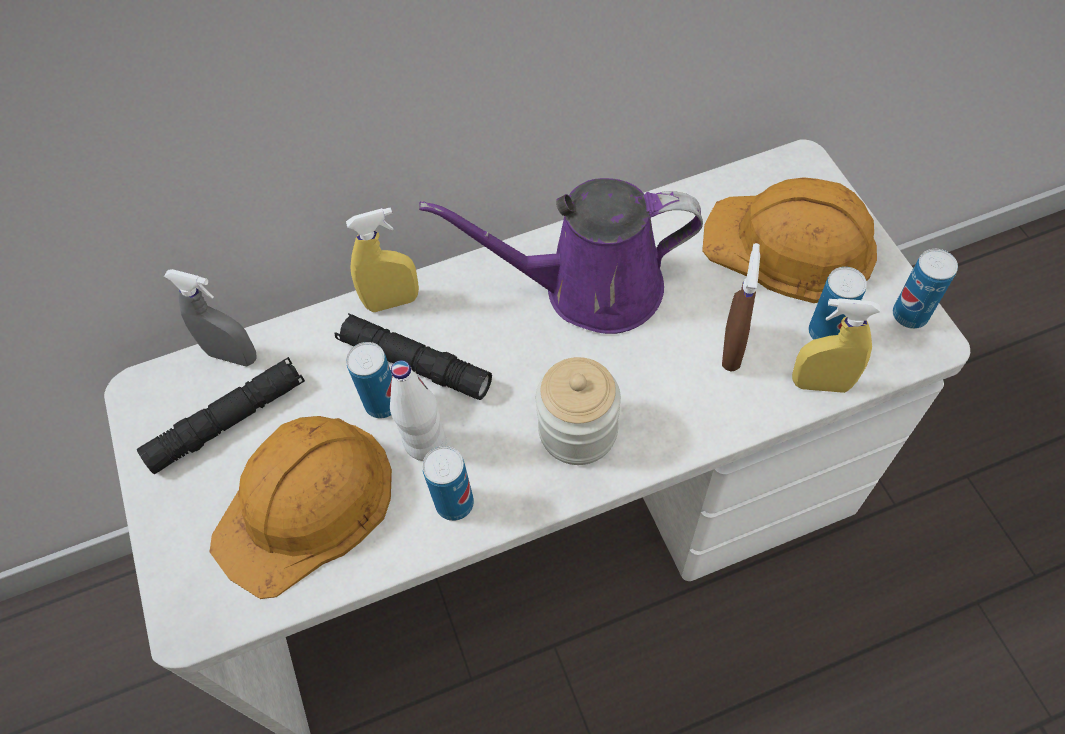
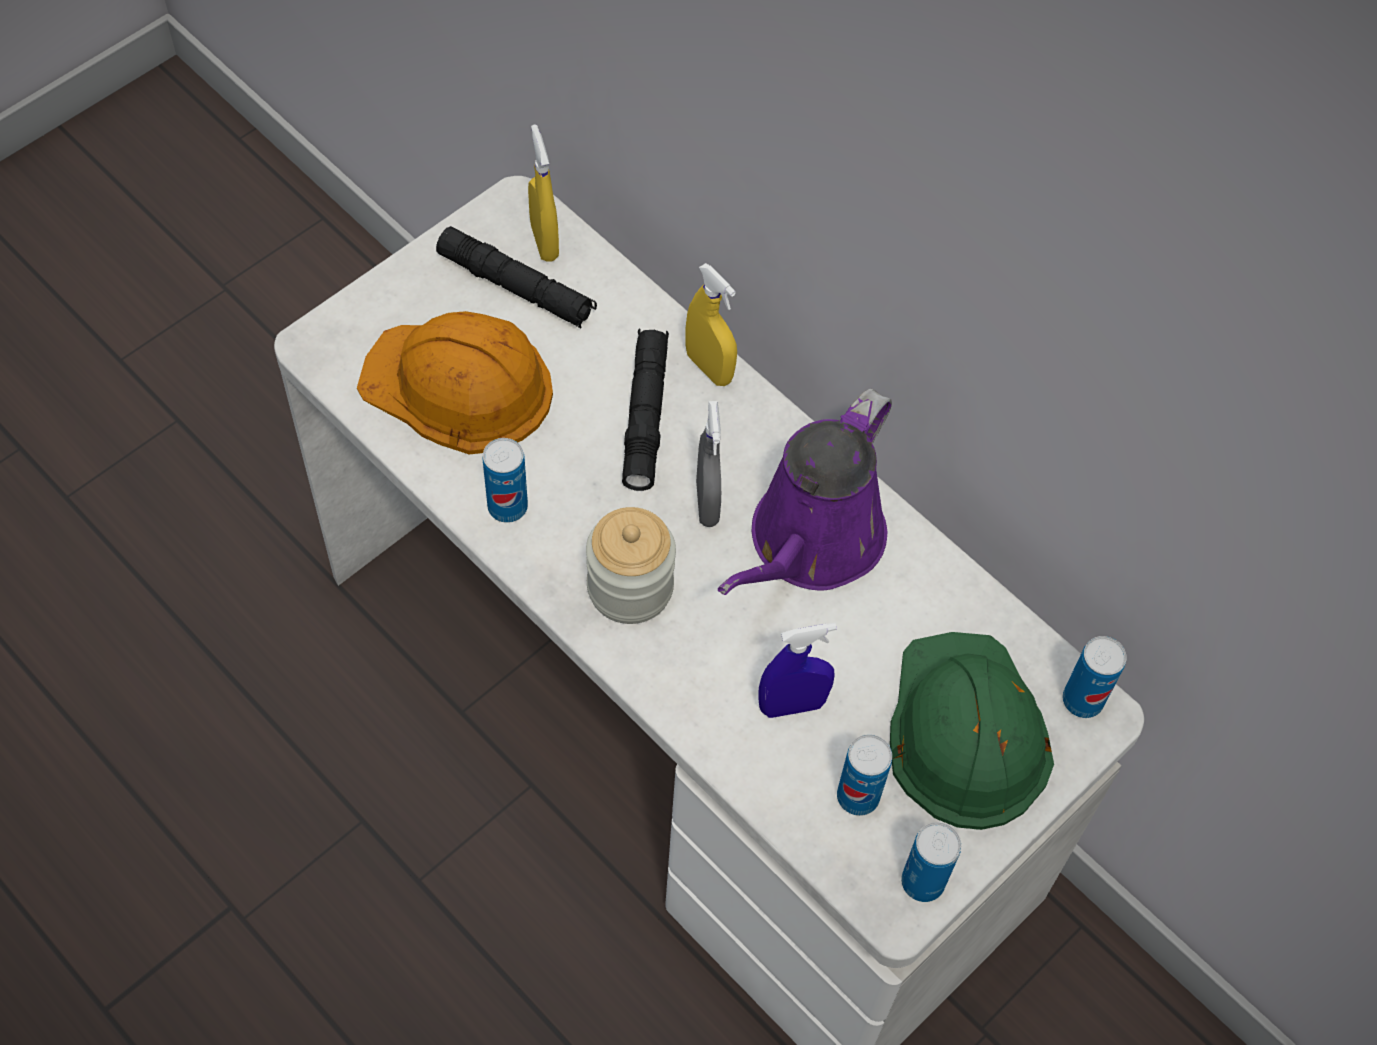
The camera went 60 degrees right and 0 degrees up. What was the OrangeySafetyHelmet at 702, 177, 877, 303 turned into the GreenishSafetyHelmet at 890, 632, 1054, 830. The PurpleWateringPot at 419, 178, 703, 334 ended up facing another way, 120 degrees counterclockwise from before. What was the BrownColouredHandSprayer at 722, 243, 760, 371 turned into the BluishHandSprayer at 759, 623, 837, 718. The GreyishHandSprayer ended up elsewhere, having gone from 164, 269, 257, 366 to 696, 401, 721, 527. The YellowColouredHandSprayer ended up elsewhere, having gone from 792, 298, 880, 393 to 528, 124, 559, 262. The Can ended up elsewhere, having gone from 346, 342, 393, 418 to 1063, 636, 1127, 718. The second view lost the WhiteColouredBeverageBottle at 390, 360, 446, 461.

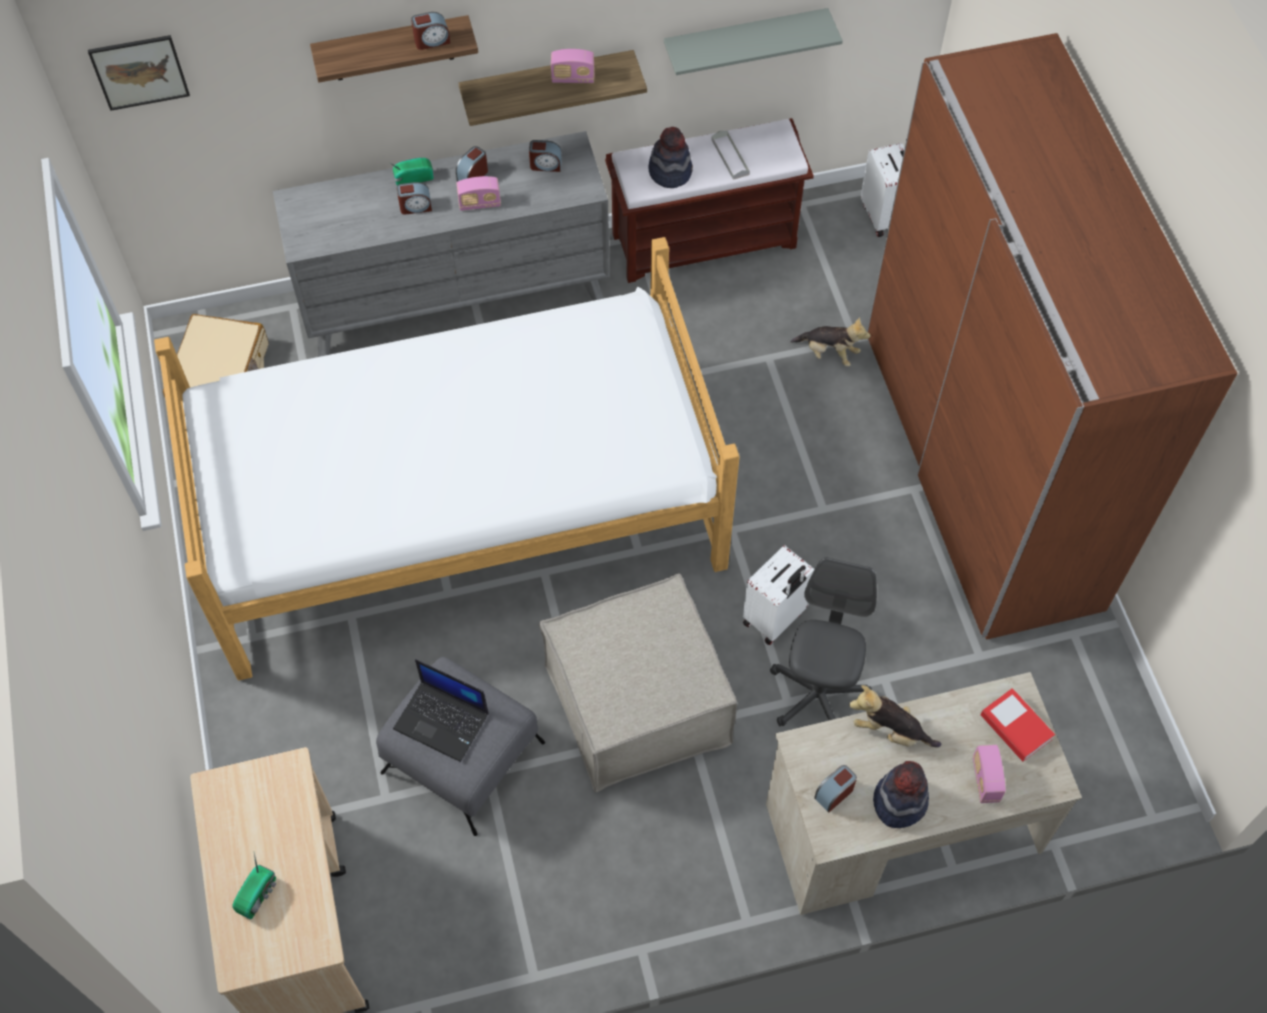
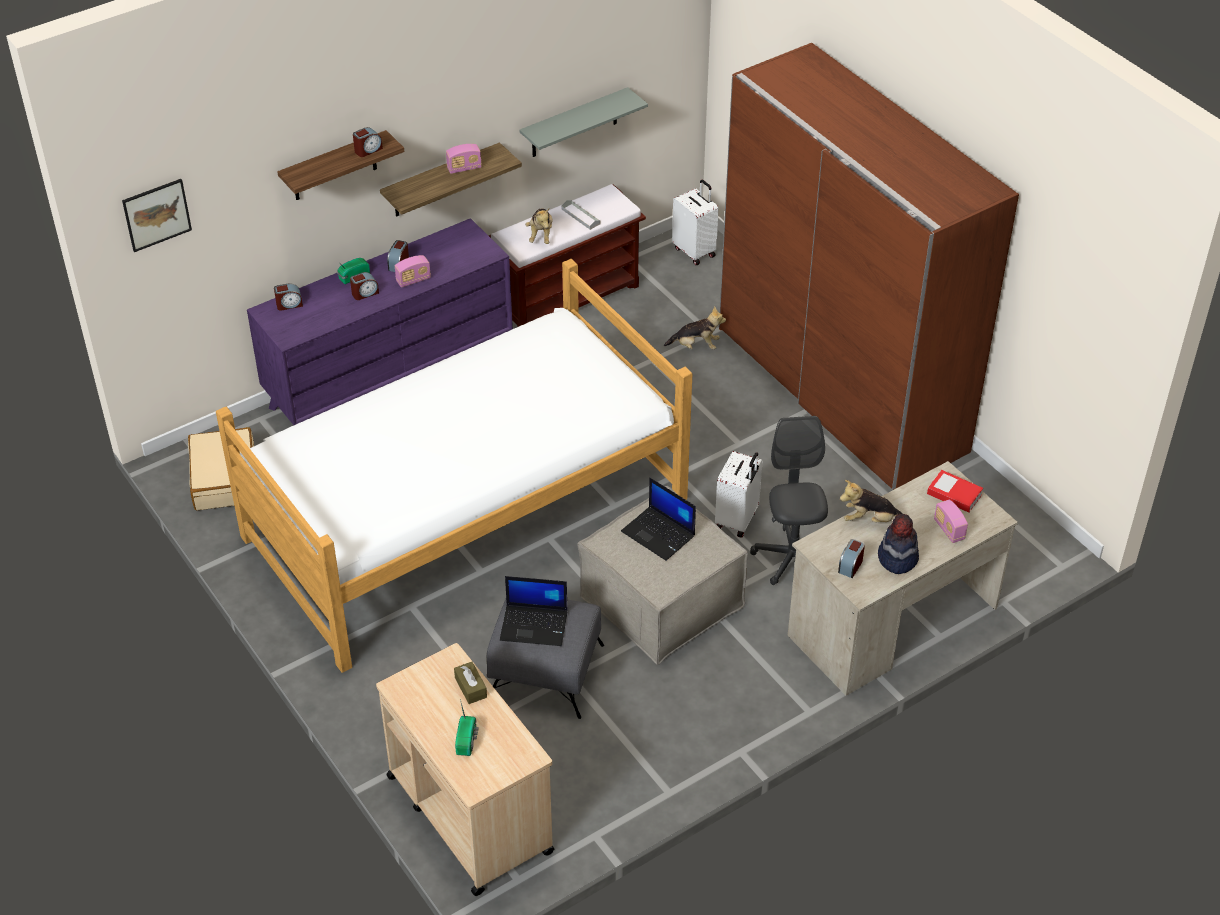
The camera went 20 degrees left and 15 degrees down. Where the ClothingHat stood at 648, 127, 693, 188, the PlushToy came to stand at 525, 208, 552, 244. What was the GreyishChestOfDrawers at 273, 131, 610, 357 turned into the PurpleChestOfDrawers at 247, 218, 513, 425. The TableClock ended up elsewhere, having gone from 529, 140, 562, 172 to 274, 283, 303, 311. The second view gained the Laptop at 621, 478, 696, 561. The second view gained the BrownColouredTissueBox at 454, 662, 487, 704.

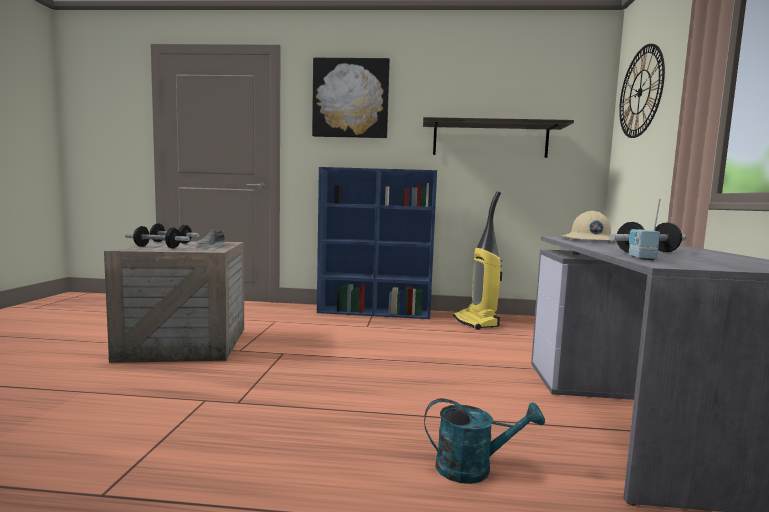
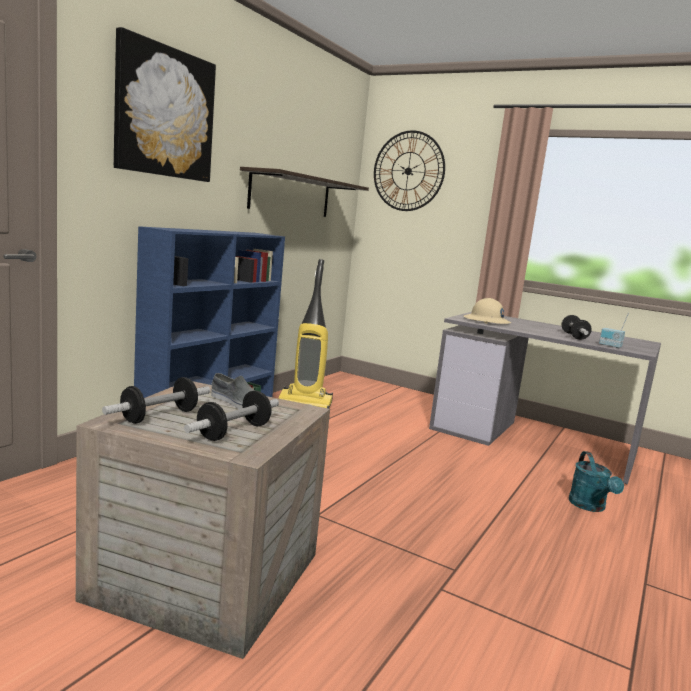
The camera went 65 degrees left and 5 degrees up. The TurquoiseWateringPot at 424, 398, 545, 484 ended up facing another way, 150 degrees clockwise from before.

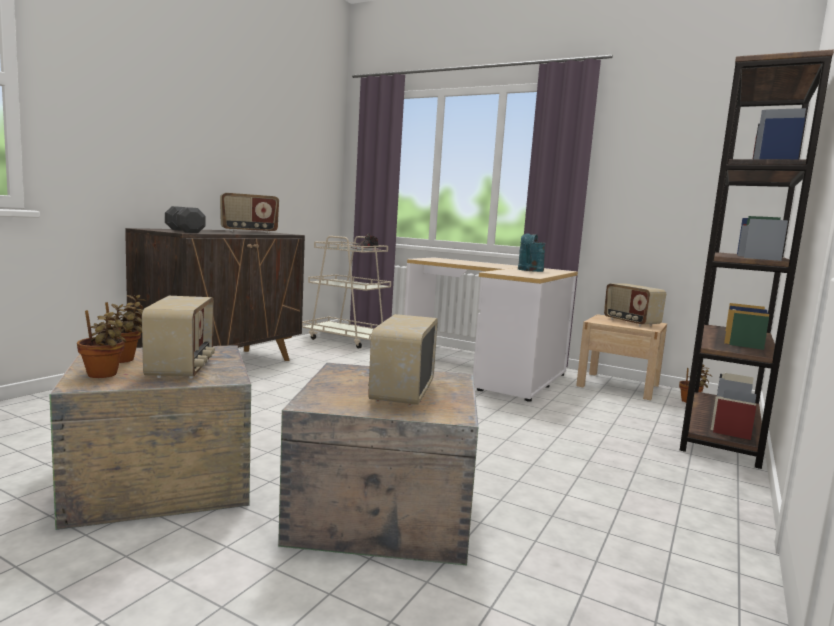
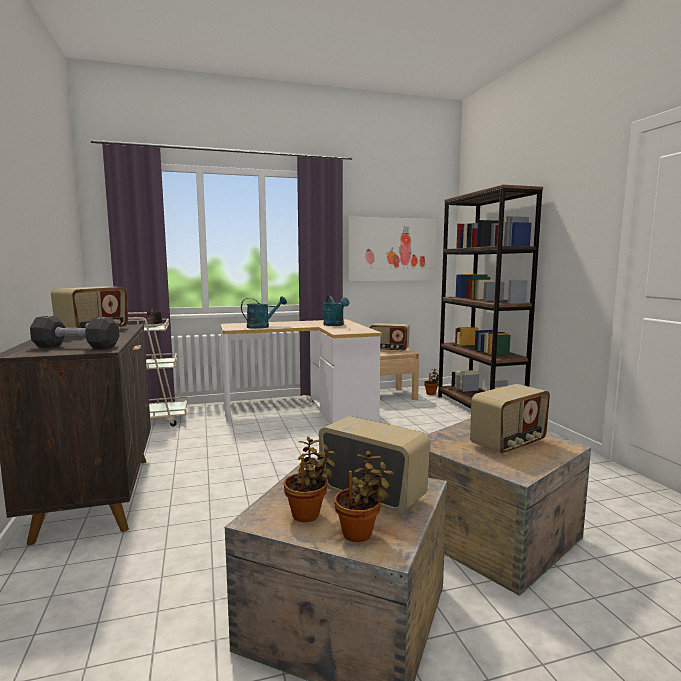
The camera went 45 degrees left and 0 degrees up. The RadioReceiver at 368, 314, 438, 407 ended up facing another way, 90 degrees counterclockwise from before. The second view gained the WallPicture at 348, 216, 436, 281. The second view gained the TurquoiseWateringPot at 241, 296, 287, 329.

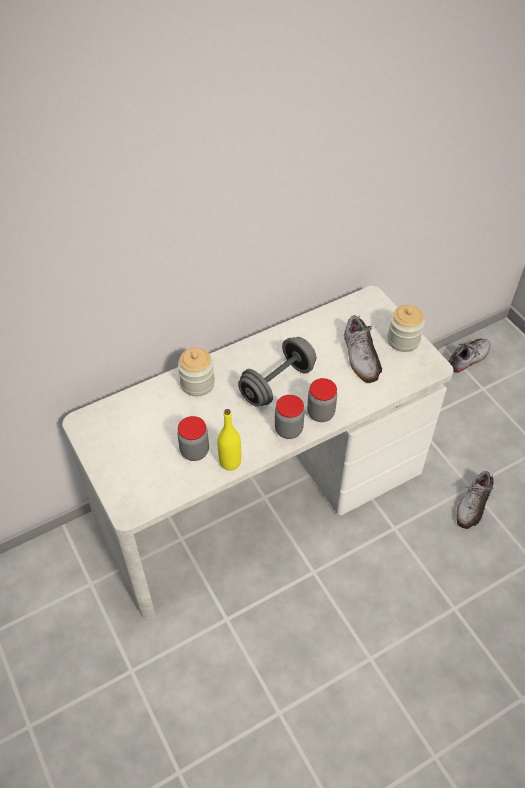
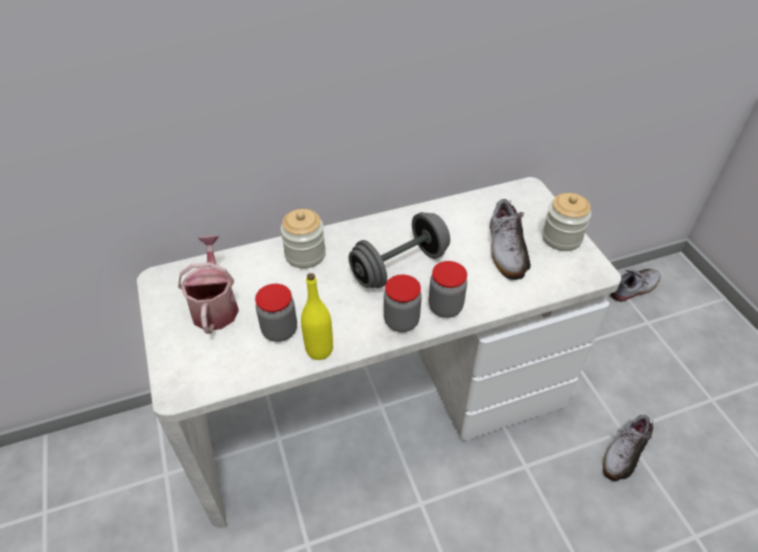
The camera went 10 degrees right and 5 degrees down. The second view gained the WateringPot at 178, 236, 239, 334.

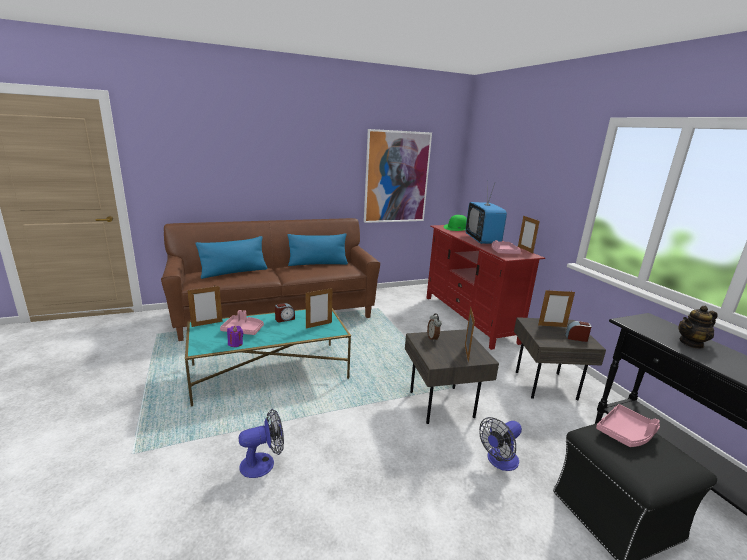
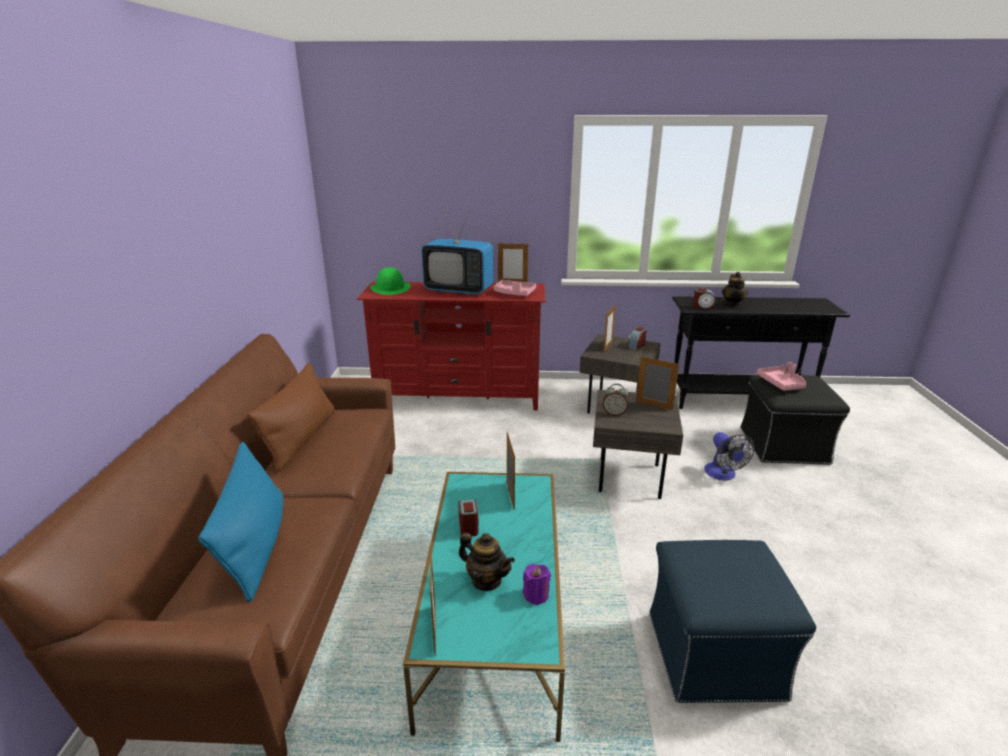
The camera went 65 degrees left and 5 degrees up. The second view lost the WallPicture at 364, 129, 432, 223. What was the BluishThrowPillow at 287, 233, 348, 266 turned into the BrownColouredThrowPillow at 247, 362, 335, 472. Where the PinkCarryingTray stood at 220, 310, 264, 335, the Teapot came to stand at 459, 533, 515, 591. Where the ElectricFan stood at 239, 409, 284, 478, the BluishFootrest came to stand at 649, 540, 816, 703. The second view gained the TableClock at 693, 288, 715, 309.

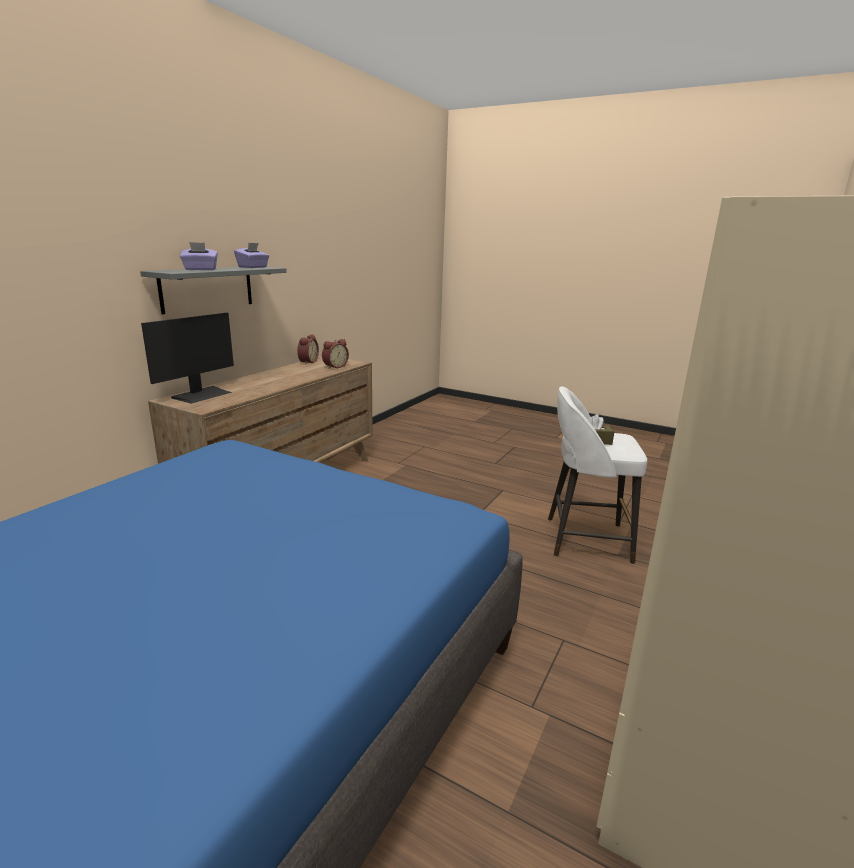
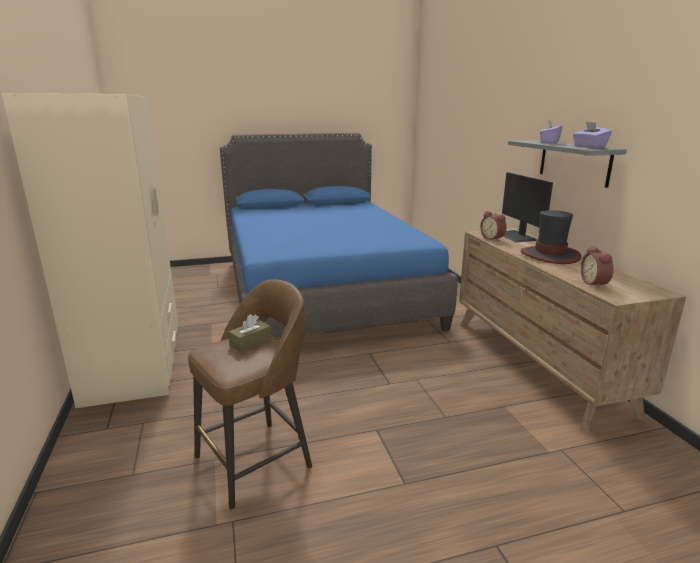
The camera went 135 degrees right and 0 degrees up. The TableClock ended up elsewhere, having gone from 297, 334, 319, 364 to 480, 211, 507, 241. What was the WhiteColouredStool at 548, 386, 647, 564 turned into the BrownColouredStool at 188, 279, 312, 509. The second view gained the ClothingHat at 521, 210, 581, 264.

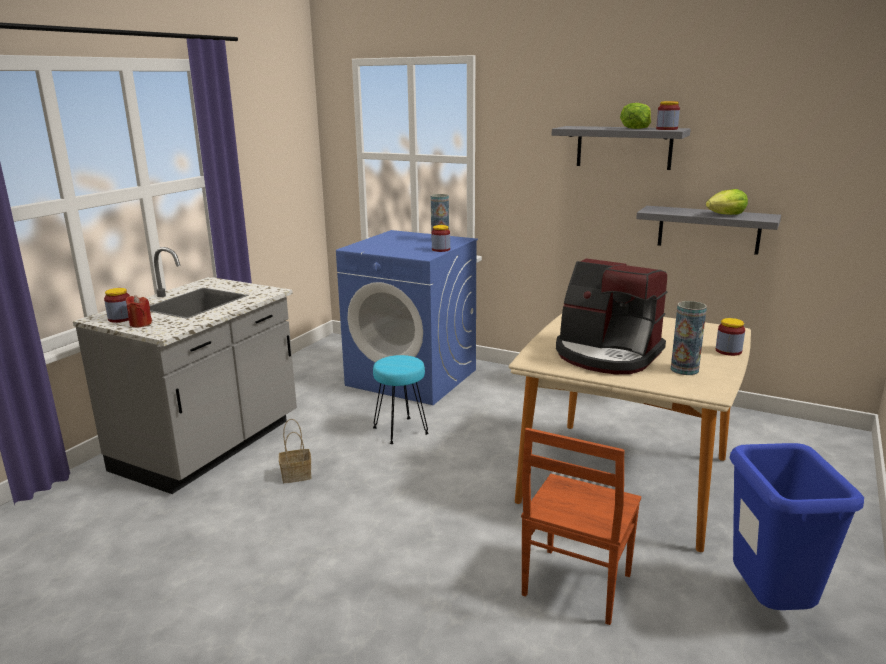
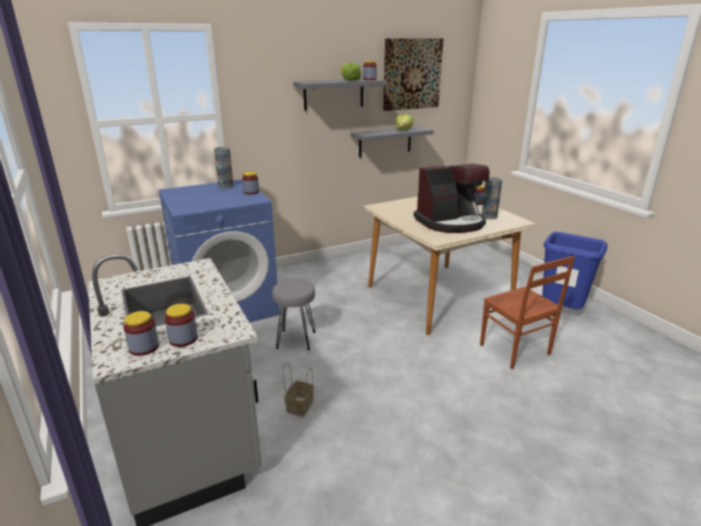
The camera went 55 degrees left and 5 degrees up. Where the RedColouredWaxCandle stood at 126, 295, 152, 327, the PreserveJar came to stand at 165, 303, 198, 347. What was the TurquoiseStool at 373, 355, 429, 444 turned into the GreyishStool at 272, 279, 316, 350. The second view gained the WallPicture at 383, 38, 444, 111.

